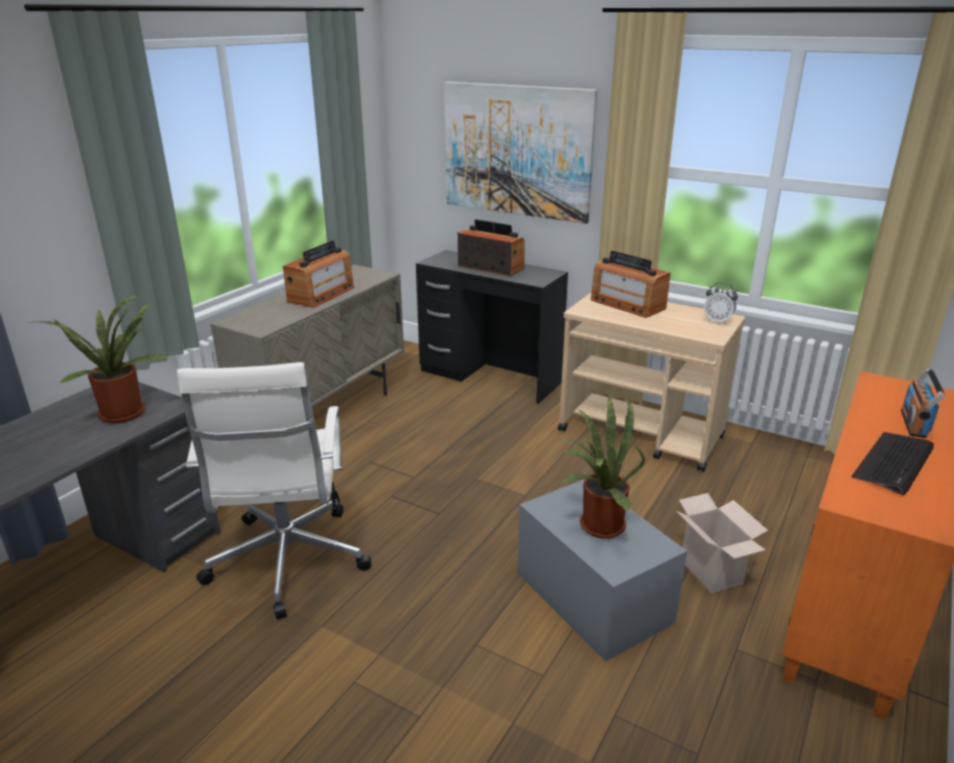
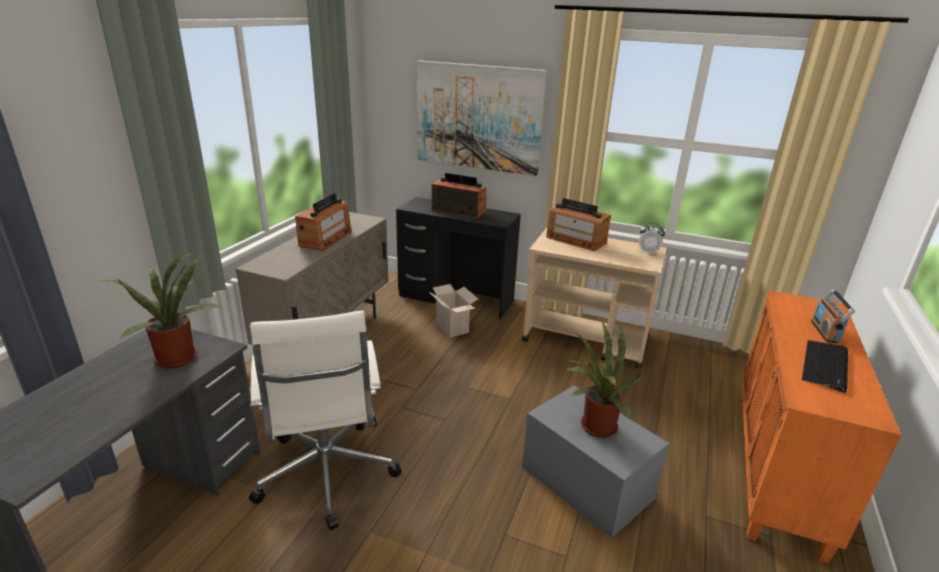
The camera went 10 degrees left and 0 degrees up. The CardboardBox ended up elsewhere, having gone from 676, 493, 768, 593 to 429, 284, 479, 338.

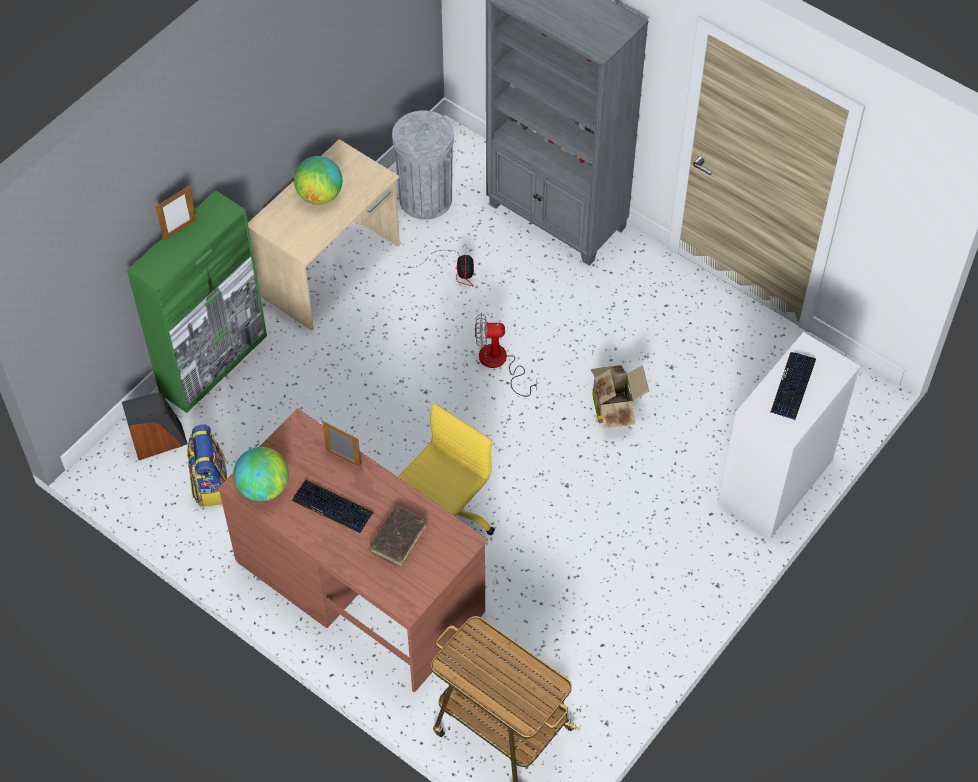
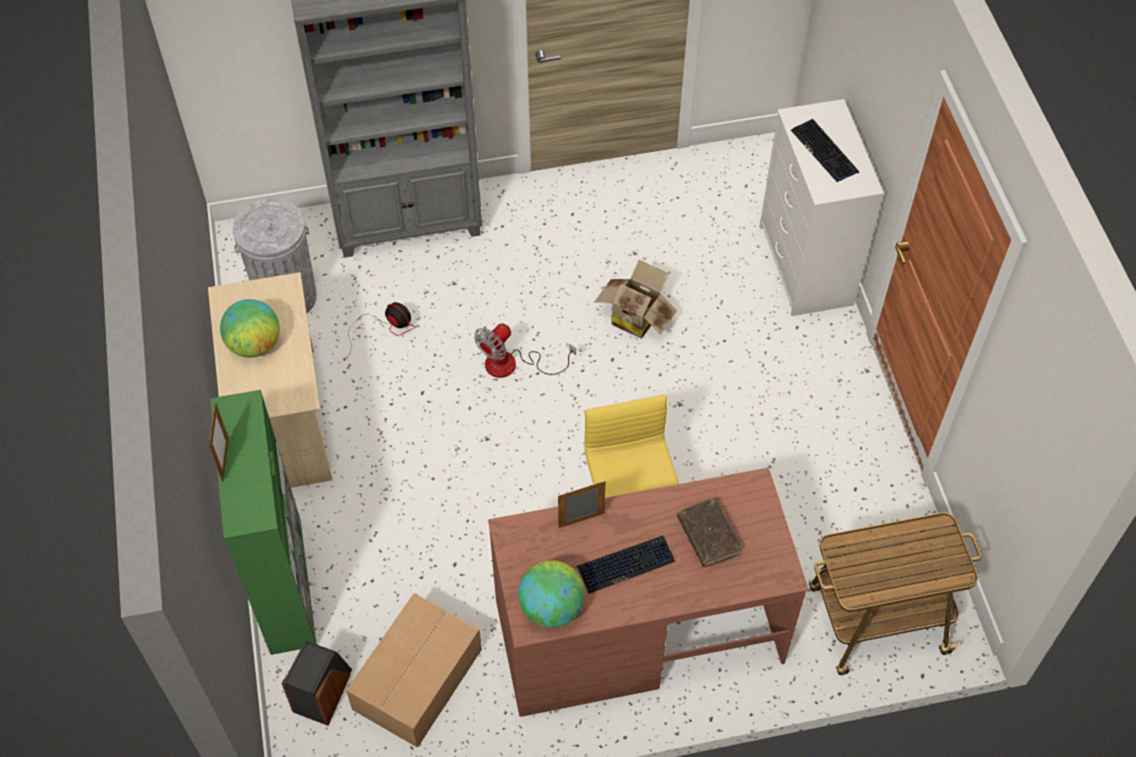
The camera went 50 degrees left and 0 degrees up. Where the Backpack stood at 187, 424, 227, 507, the CardboardBox came to stand at 346, 593, 482, 748.

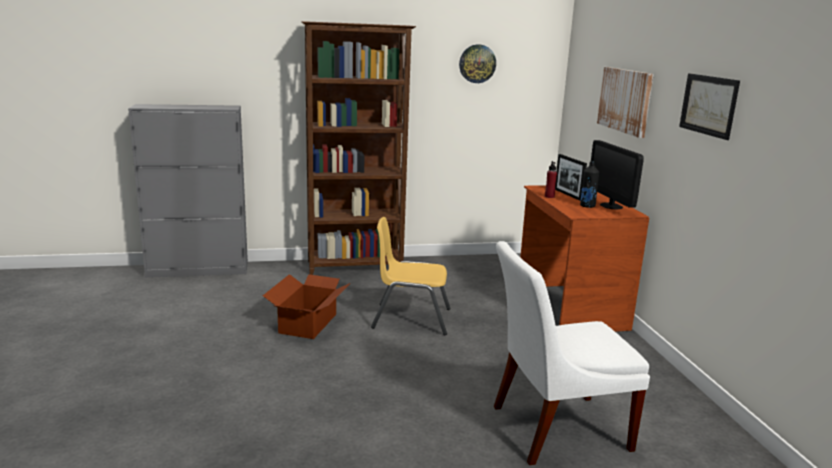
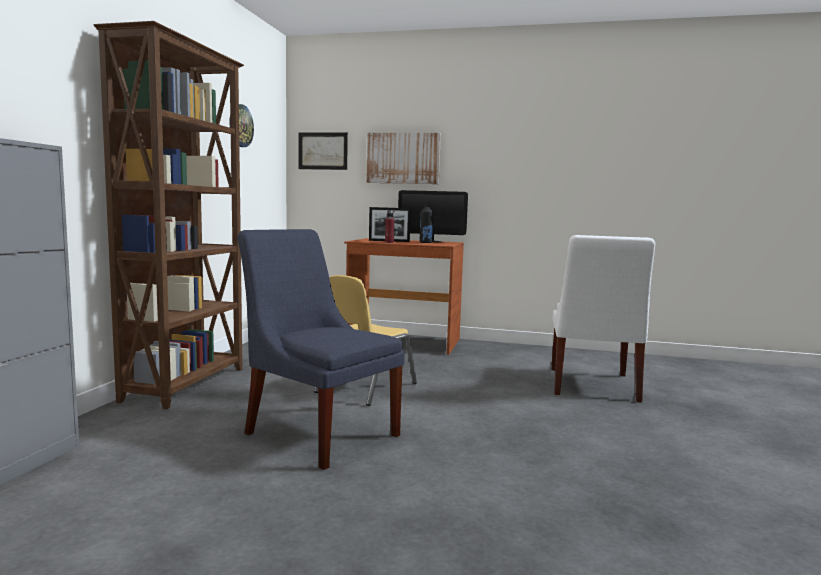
The camera went 65 degrees left and 10 degrees down. The WallPicture ended up elsewhere, having gone from 679, 73, 740, 140 to 298, 132, 348, 170. Where the CardboardBox stood at 263, 274, 350, 339, the BluishPlainChair came to stand at 238, 229, 405, 470.

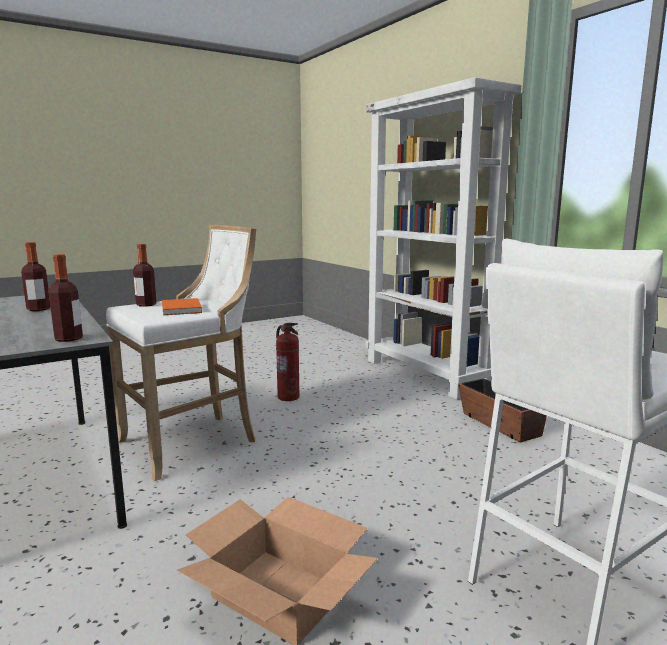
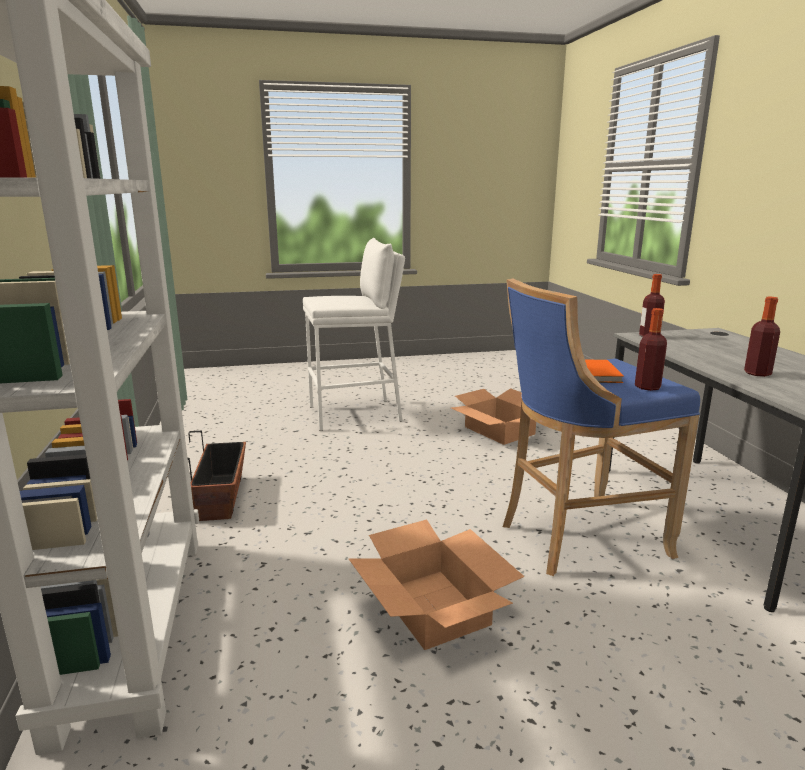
The camera went 160 degrees left and 5 degrees up. What was the WhiteColouredStool at 106, 225, 256, 481 turned into the BluishStool at 503, 279, 700, 576. Where the Extinguisher stood at 276, 323, 299, 401, the CardboardBox came to stand at 349, 520, 525, 650.

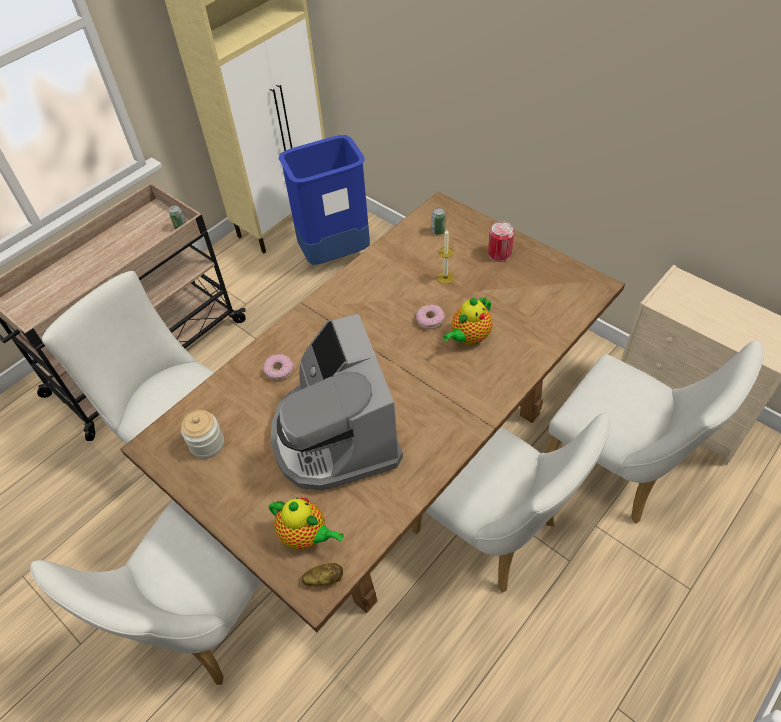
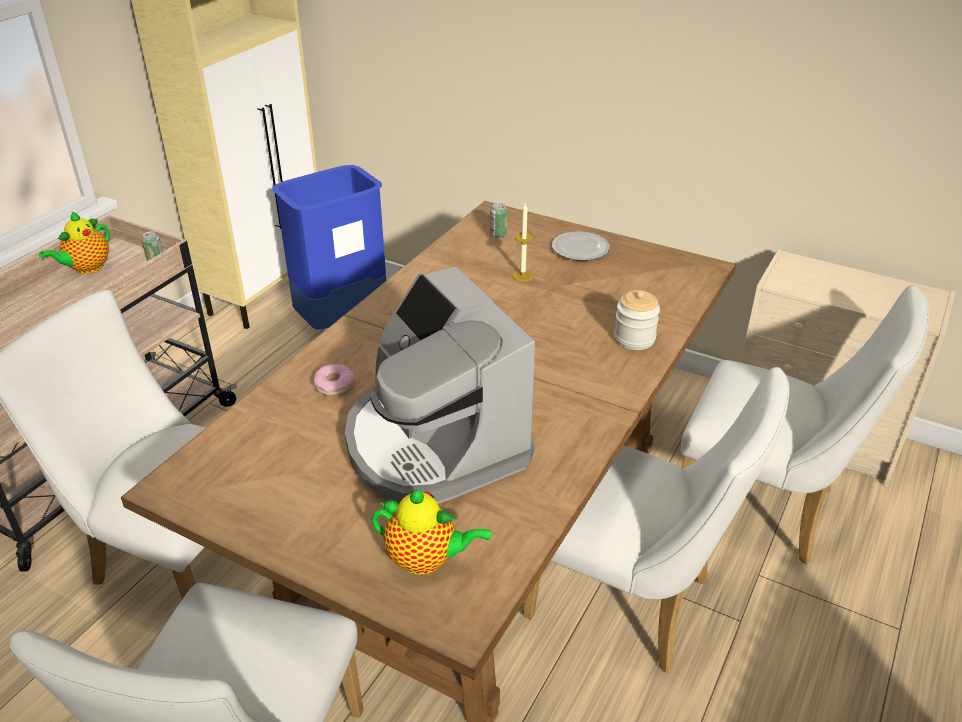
The camera went 15 degrees left and 15 degrees down. Where the Can stood at 488, 221, 514, 262, the Plate came to stand at 552, 232, 610, 261. The Teapot ended up elsewhere, having gone from 443, 297, 493, 345 to 39, 211, 109, 274. The second view lost the RingDoughnut at 416, 304, 445, 329. The PreserveJar ended up elsewhere, having gone from 181, 410, 224, 459 to 614, 290, 660, 350. The second view lost the Spud at 302, 563, 343, 586.

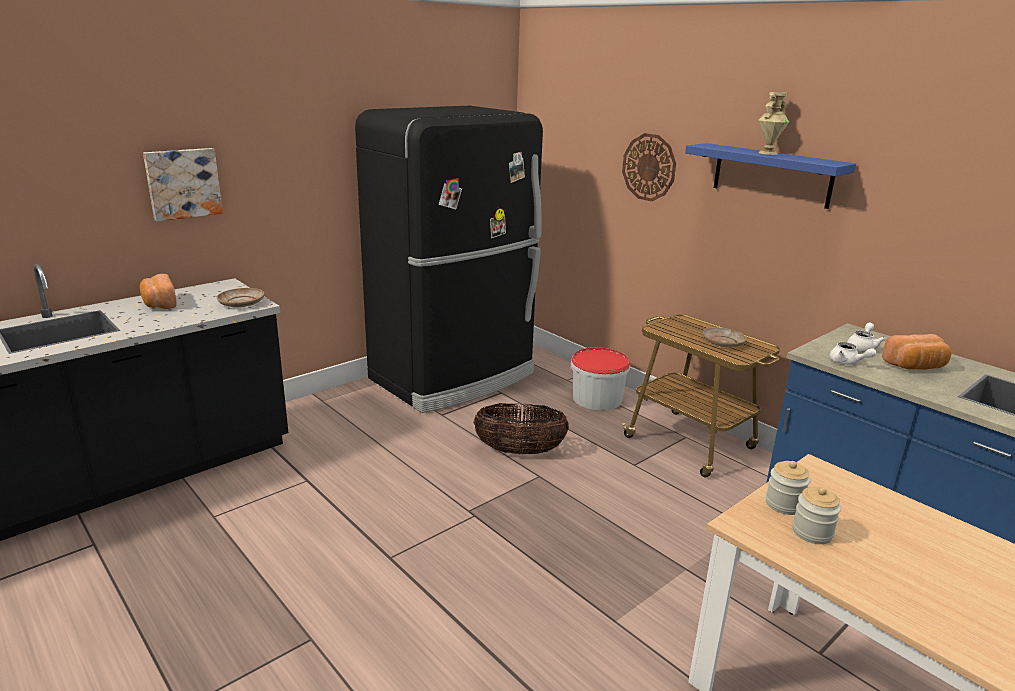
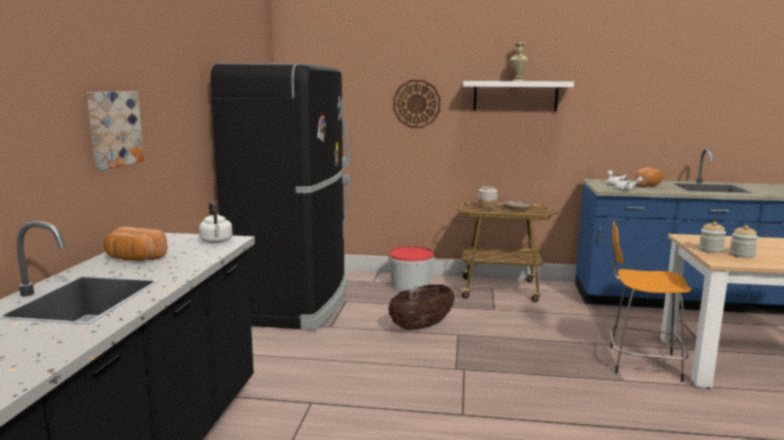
The camera went 40 degrees left and 10 degrees down. What was the BluishWallShelf at 685, 143, 856, 209 turned into the WhiteColouredWallShelf at 463, 81, 574, 112. Where the BeigePlate stood at 217, 288, 265, 307, the WhiteColouredWaterKettle came to stand at 199, 202, 232, 243. The second view gained the PreserveJar at 478, 186, 498, 209. The second view gained the OrangeyStool at 610, 221, 691, 382.

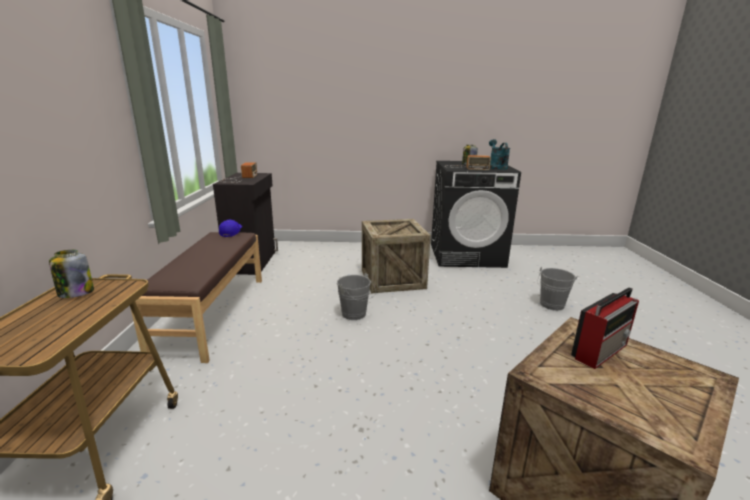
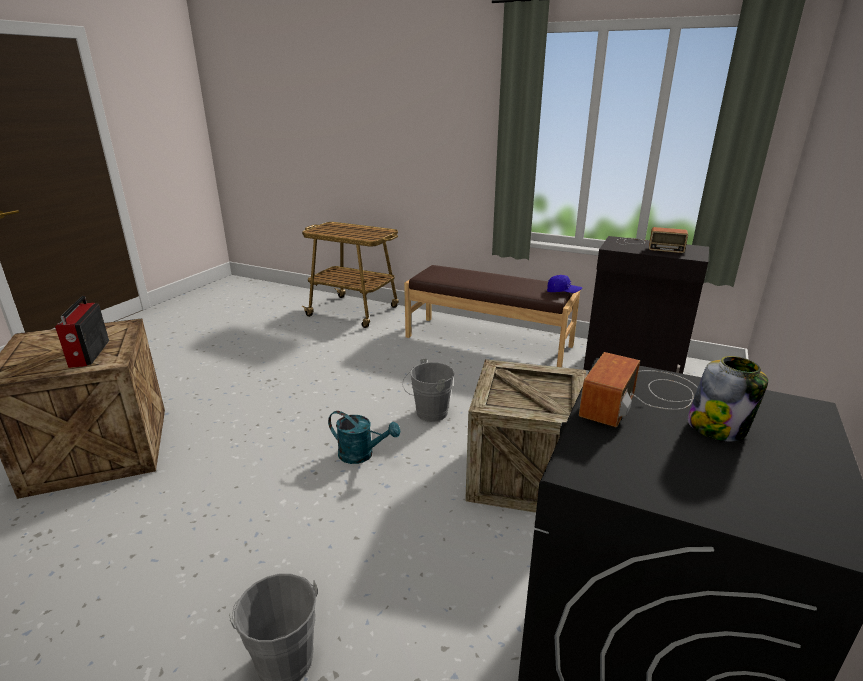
The camera went 115 degrees right and 5 degrees up. The TurquoiseWateringPot ended up elsewhere, having gone from 489, 139, 510, 170 to 328, 411, 400, 464. The second view lost the PreserveJar at 49, 250, 94, 298.

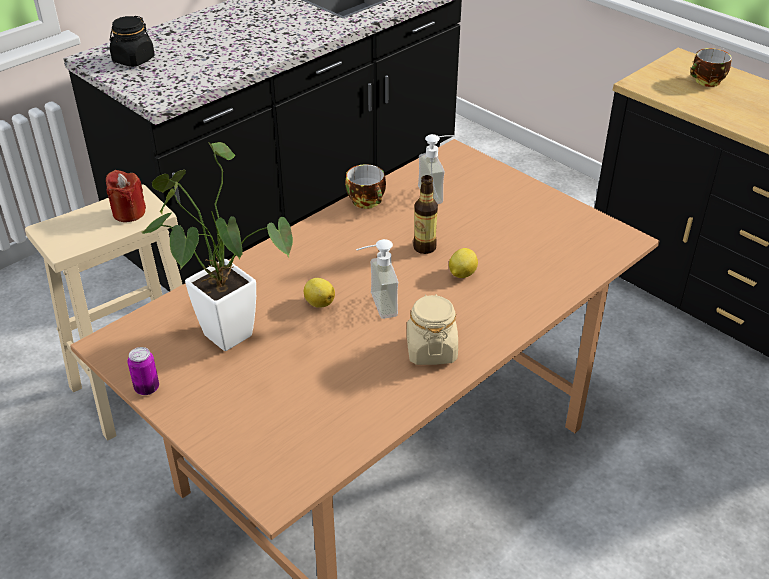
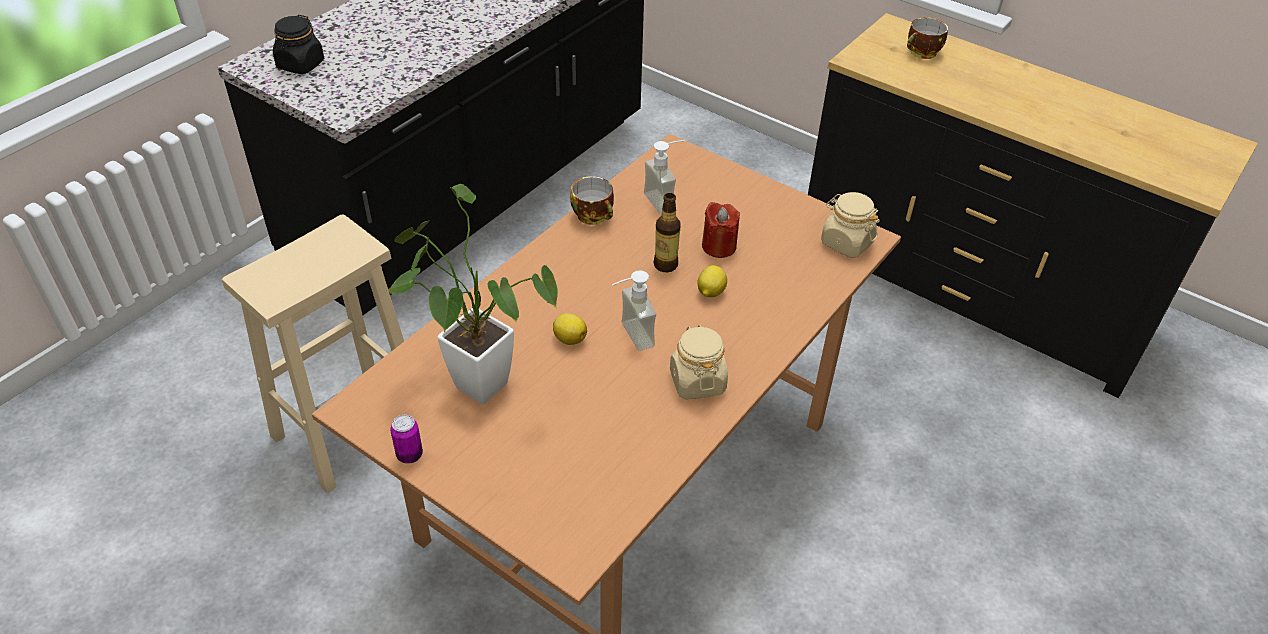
The camera went 10 degrees left and 5 degrees up. The RedColouredWaxCandle ended up elsewhere, having gone from 106, 170, 146, 222 to 702, 202, 740, 258. The second view gained the BeigePreserveJar at 821, 192, 880, 258.

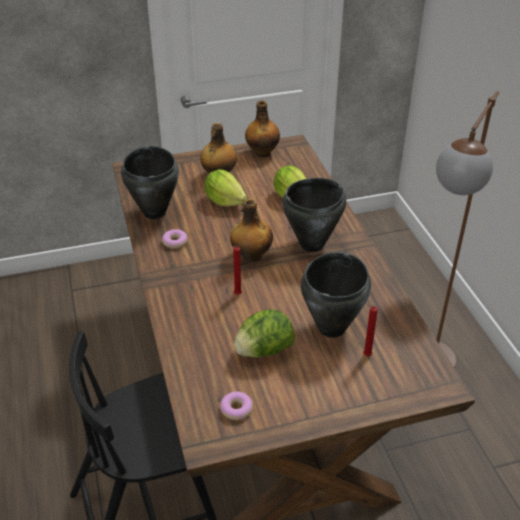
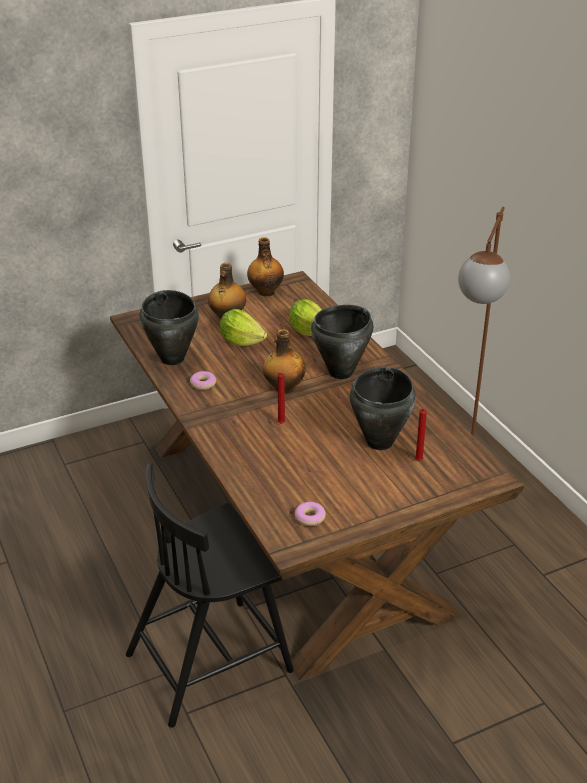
The camera went 10 degrees left and 5 degrees down. The second view lost the LettuceHead at 234, 309, 295, 358.

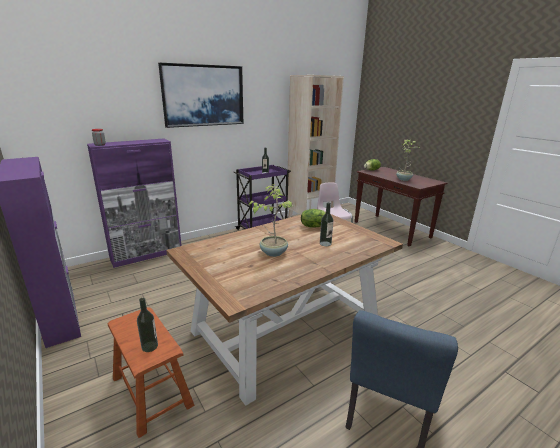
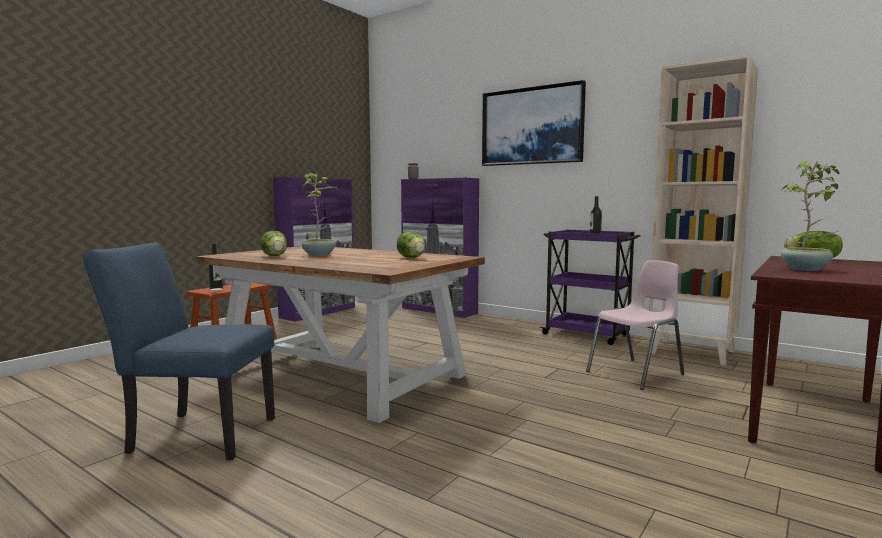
The camera went 70 degrees right and 15 degrees down. The second view lost the BeverageBottle at 320, 203, 333, 246. The second view gained the LettuceHead at 260, 231, 287, 256.

